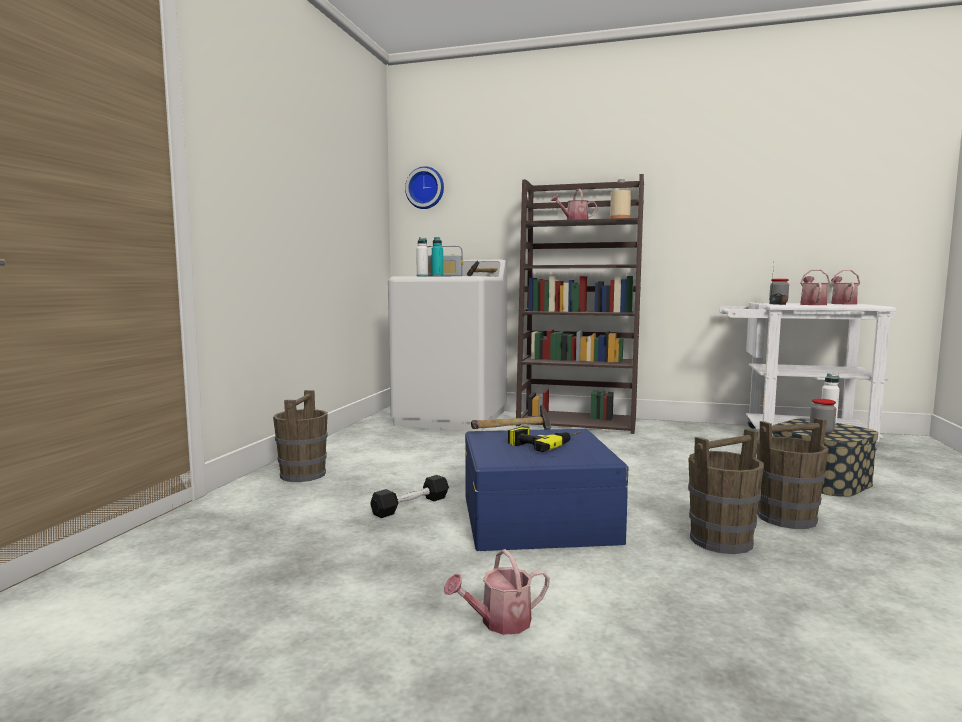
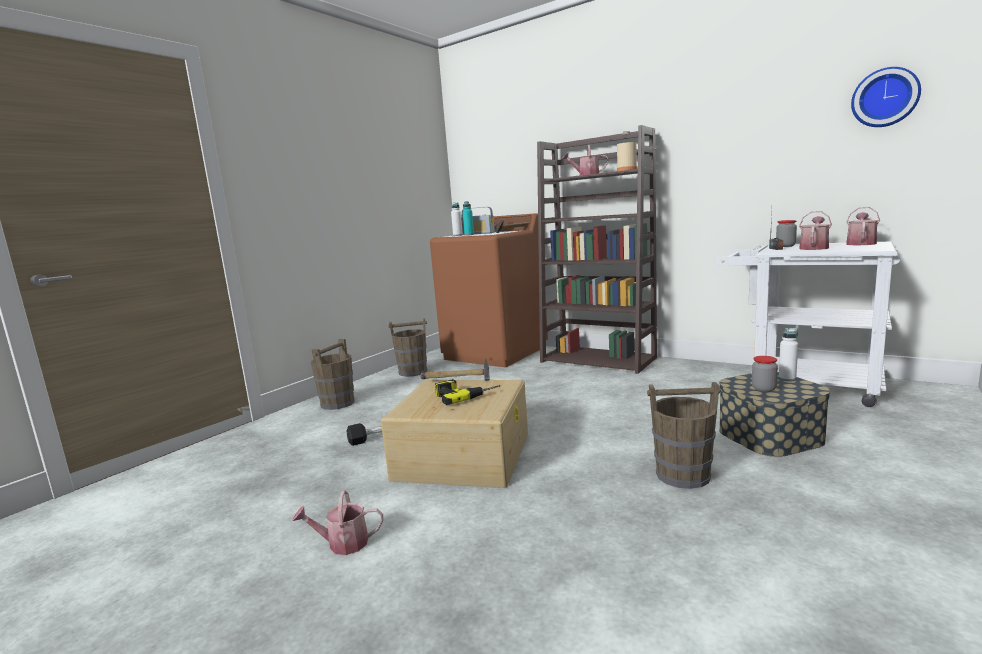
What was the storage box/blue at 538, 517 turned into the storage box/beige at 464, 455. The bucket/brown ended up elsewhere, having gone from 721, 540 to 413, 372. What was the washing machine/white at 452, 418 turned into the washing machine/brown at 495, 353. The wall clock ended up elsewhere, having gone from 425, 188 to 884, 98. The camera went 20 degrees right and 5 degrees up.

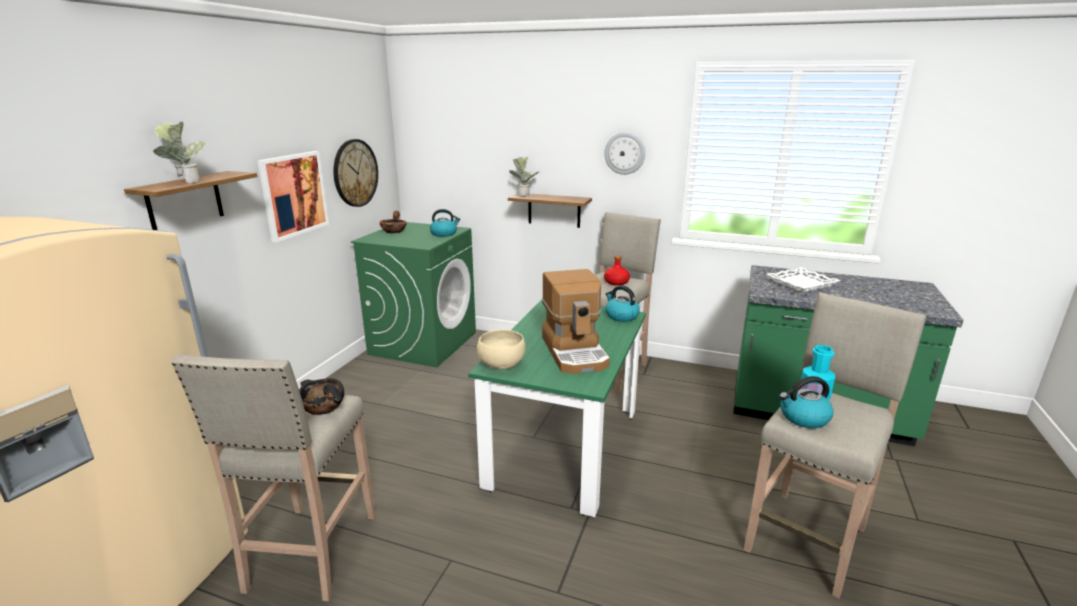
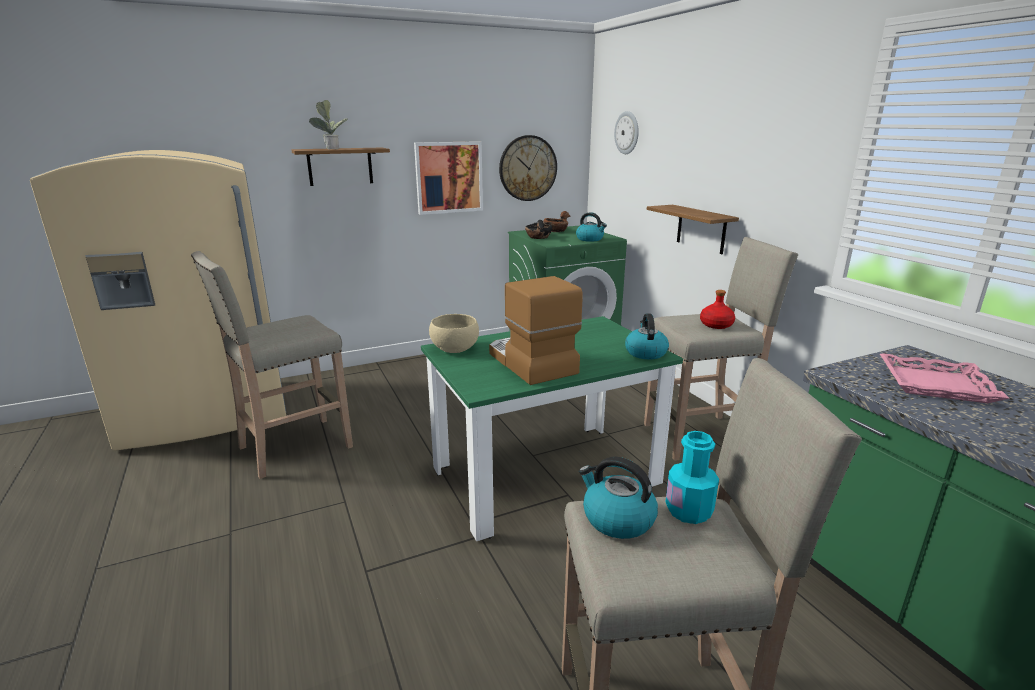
The coffee machine at 575, 352 ended up facing another way, 120 degrees clockwise from before. The bowl/black ended up elsewhere, having gone from 322, 407 to 538, 237. The wall clock ended up elsewhere, having gone from 624, 153 to 627, 133. What was the tray/white at 801, 284 turned into the tray/pink at 935, 385. The second view lost the potted plant at 524, 195. The camera went 45 degrees right and 0 degrees up.

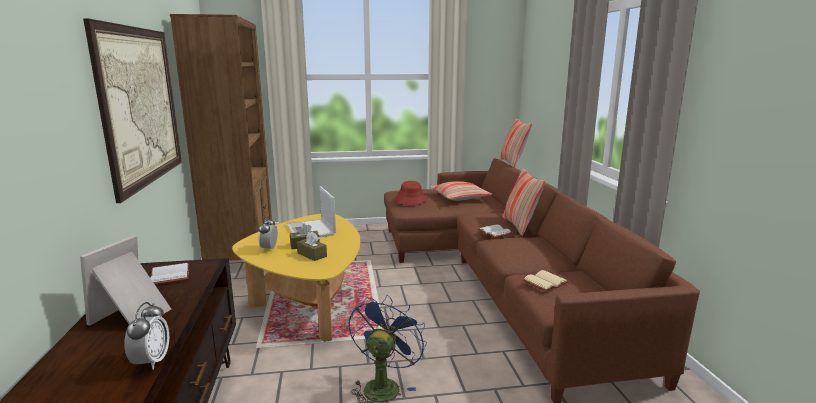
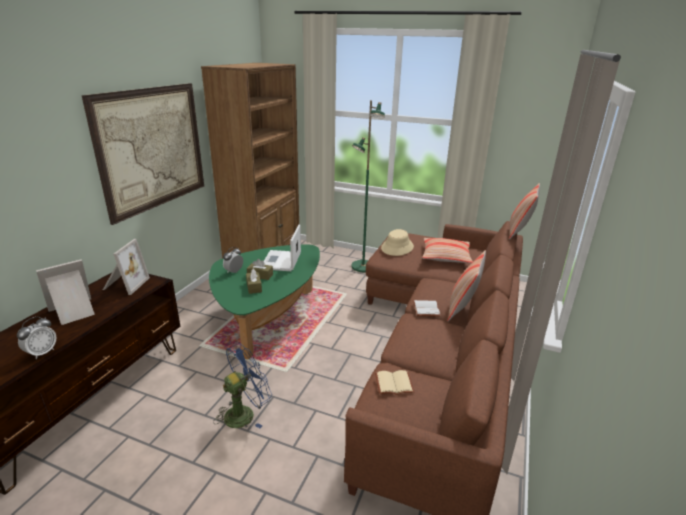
Where the book/white stood at 168, 275, the picture frame came to stand at 124, 284. What was the coffee table/yellow at 309, 299 turned into the coffee table/green at 268, 316. The second view gained the floor lamp/green at 362, 267. What was the hat/red at 411, 199 turned into the hat/beige at 397, 247. The camera went 30 degrees right and 10 degrees up.

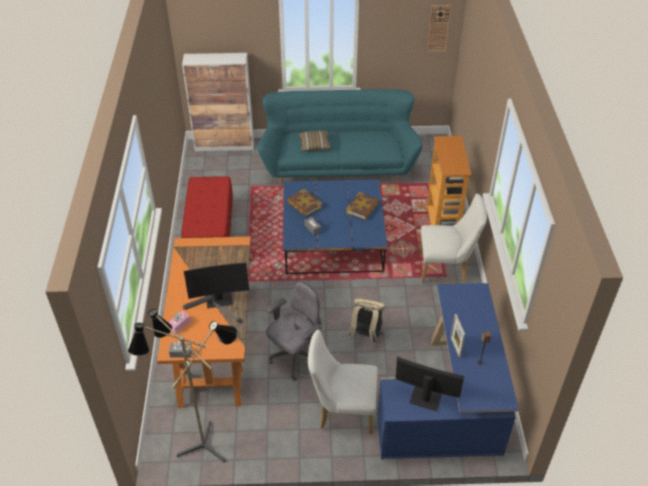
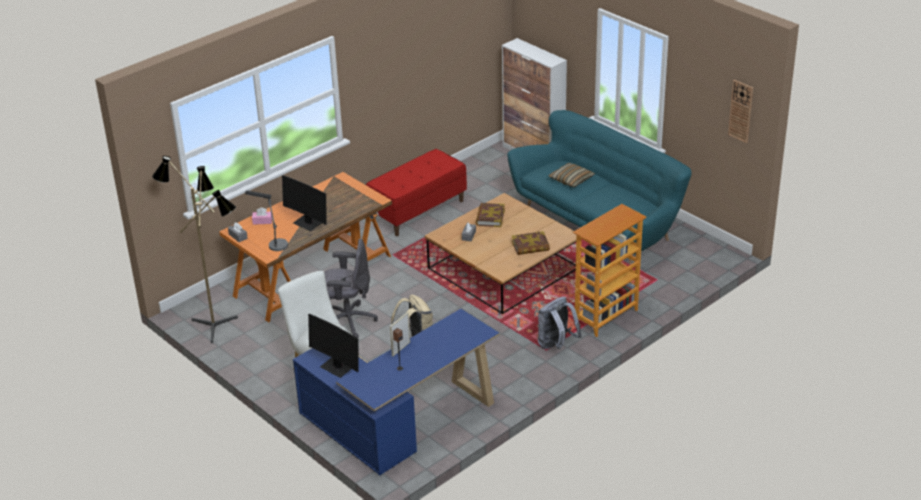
The monitor at 425, 399 ended up facing another way, 150 degrees clockwise from before. What was the coffee table/blue at 333, 238 turned into the coffee table/brown at 503, 268. Where the chair/white stood at 446, 268, the backpack/grey came to stand at 556, 345. The camera went 50 degrees right and 10 degrees down.

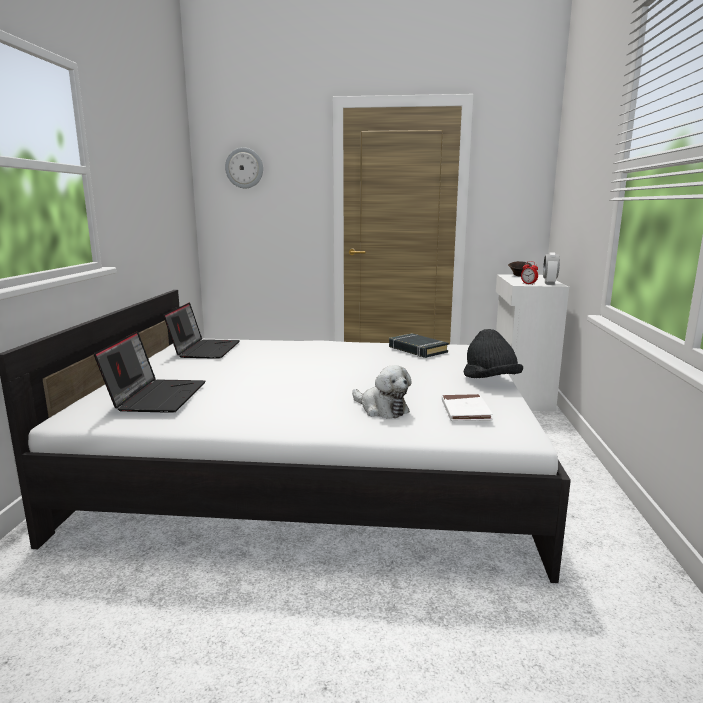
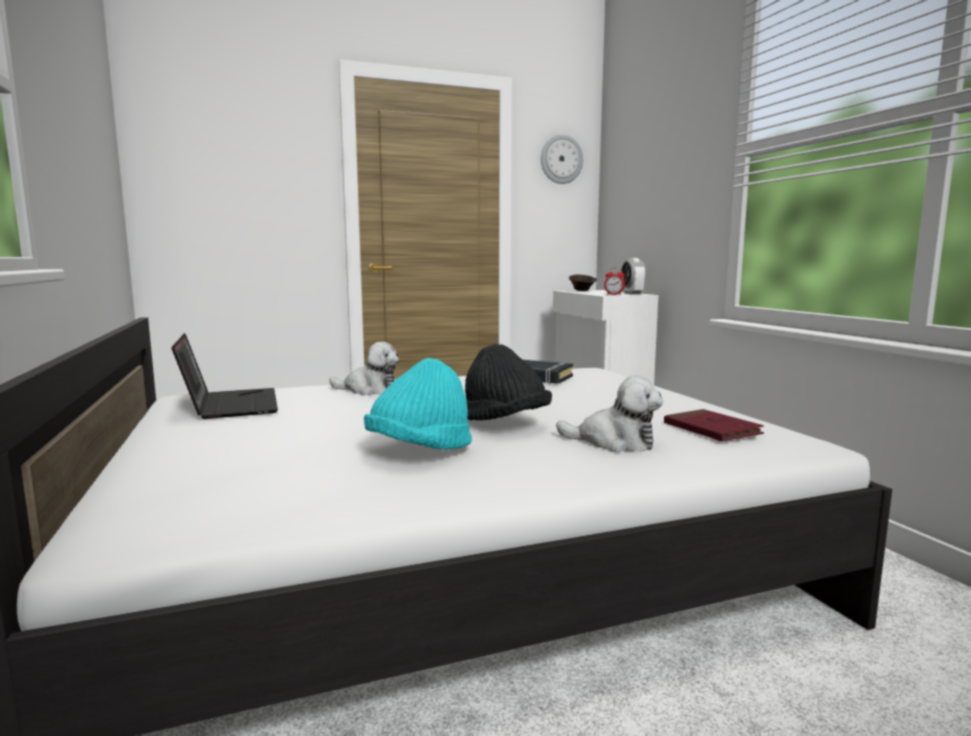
The second view gained the plush toy at 369, 390. The second view gained the hat/turquoise at 420, 450. The hat/black ended up elsewhere, having gone from 490, 381 to 504, 422. The wall clock ended up elsewhere, having gone from 244, 168 to 561, 159. What was the book/white at 465, 411 turned into the book/red at 711, 430. The second view lost the laptop at 156, 396. The camera went 25 degrees left and 5 degrees down.

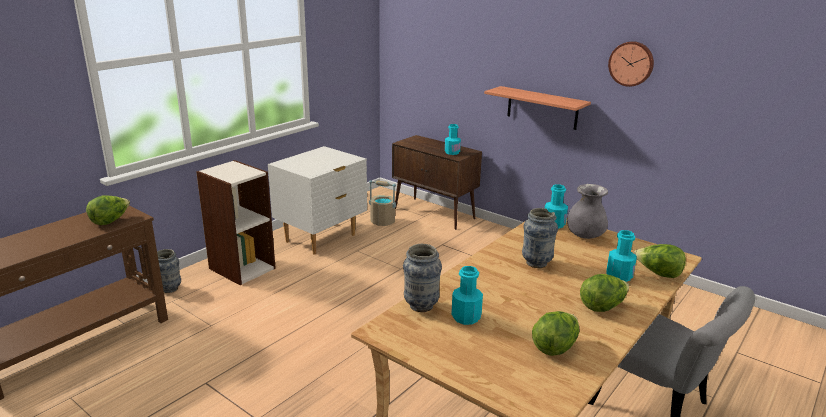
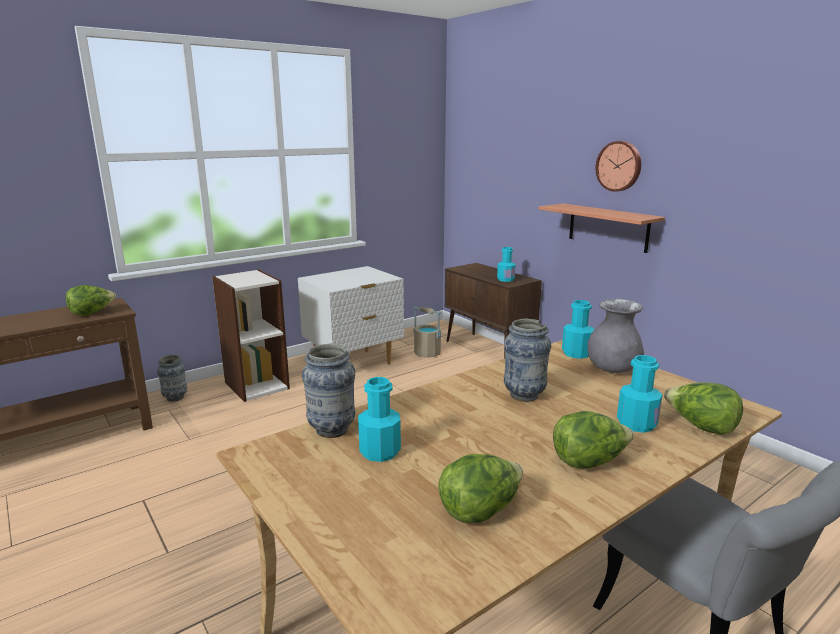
The wall clock ended up elsewhere, having gone from 631, 63 to 619, 166. The camera went 15 degrees right and 5 degrees down.

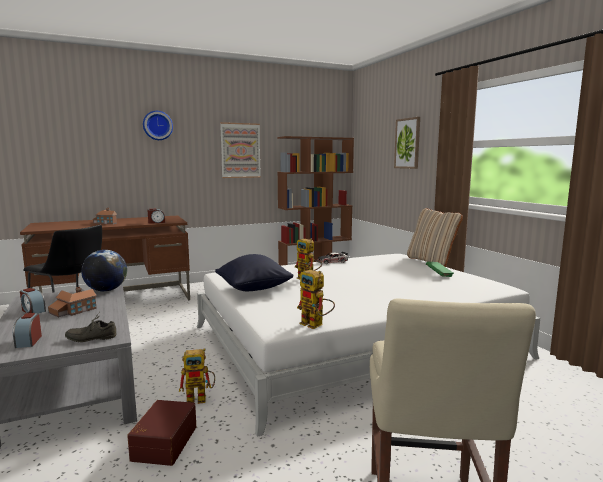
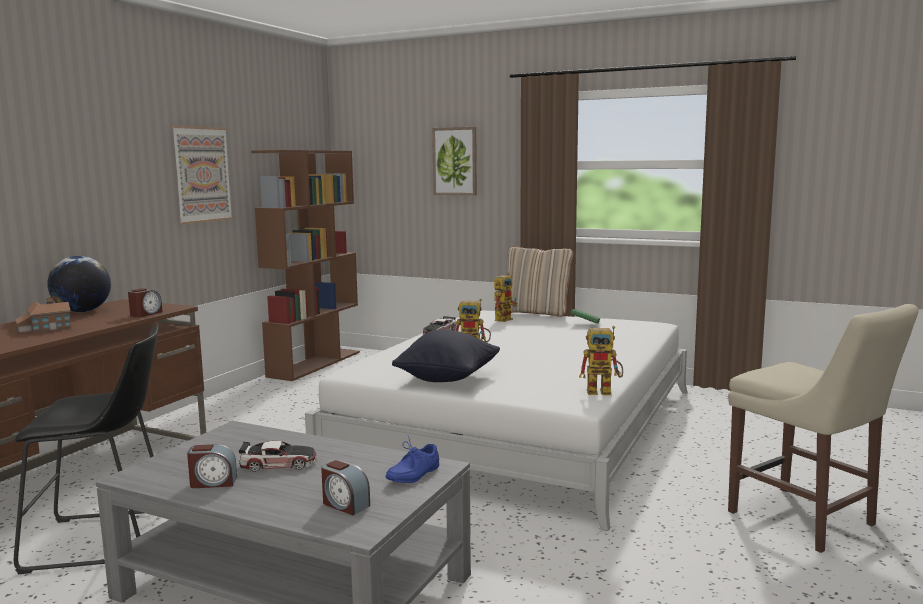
The globe ended up elsewhere, having gone from 106, 290 to 82, 311. Where the toy house stood at 73, 311, the toy car came to stand at 278, 464. What was the shoe/grey at 91, 337 turned into the shoe/blue at 411, 474. The toy robot ended up elsewhere, having gone from 201, 398 to 504, 319. The second view lost the storage box/brown at 163, 443. The second view lost the wall clock at 157, 125. The camera went 40 degrees left and 0 degrees up.

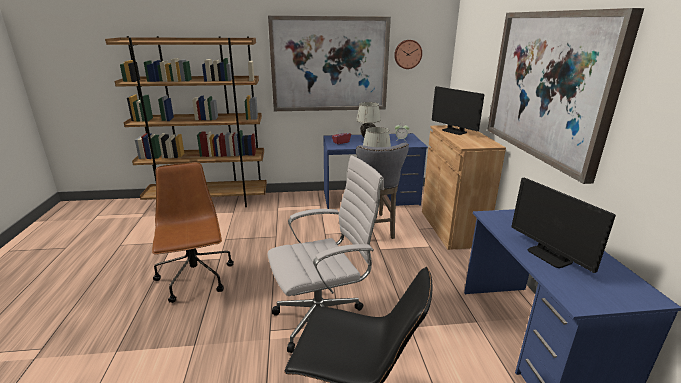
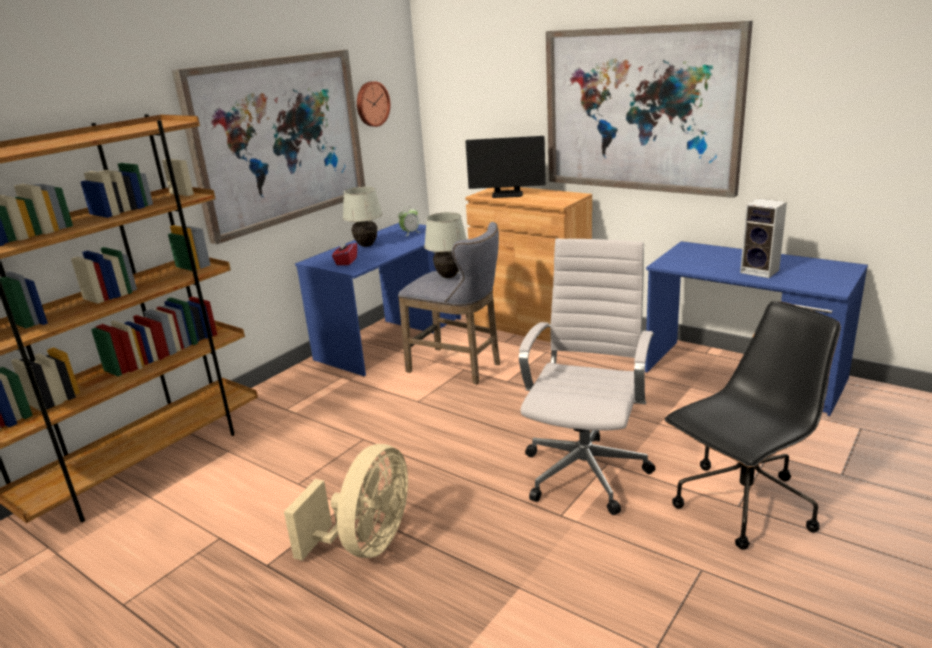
Where the office chair/brown stood at 196, 279, the fan/beige came to stand at 366, 543. Where the monitor stood at 549, 256, the speaker came to stand at 761, 271. The camera went 45 degrees left and 0 degrees up.

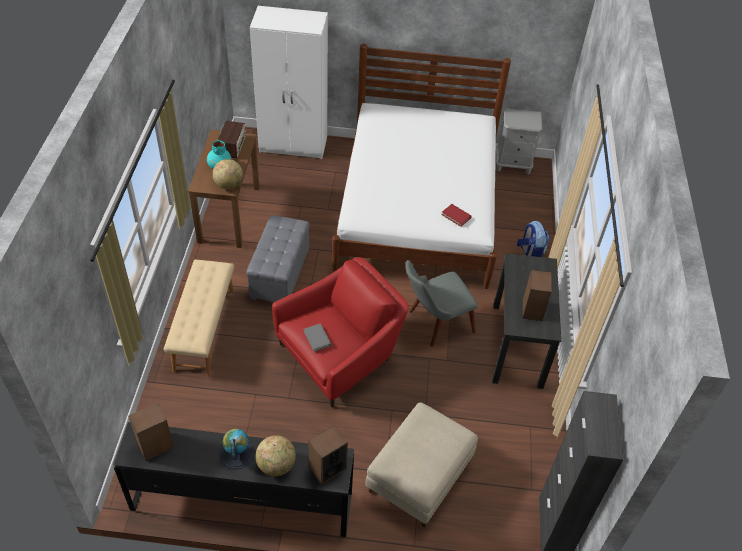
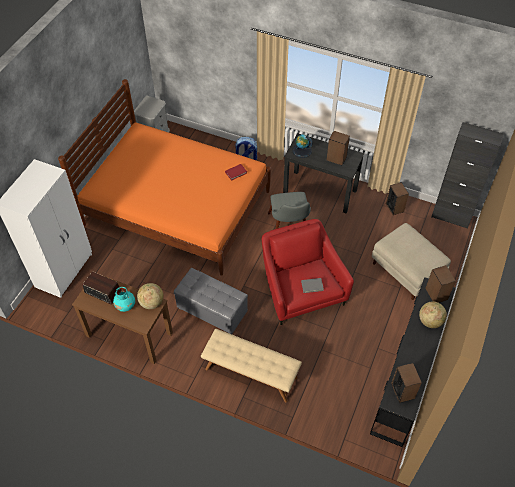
What was the bed/white at 417, 209 turned into the bed/orange at 177, 208. The globe ended up elsewhere, having gone from 237, 453 to 302, 150. The second view gained the speaker at 394, 207. The camera went 70 degrees left and 5 degrees up.

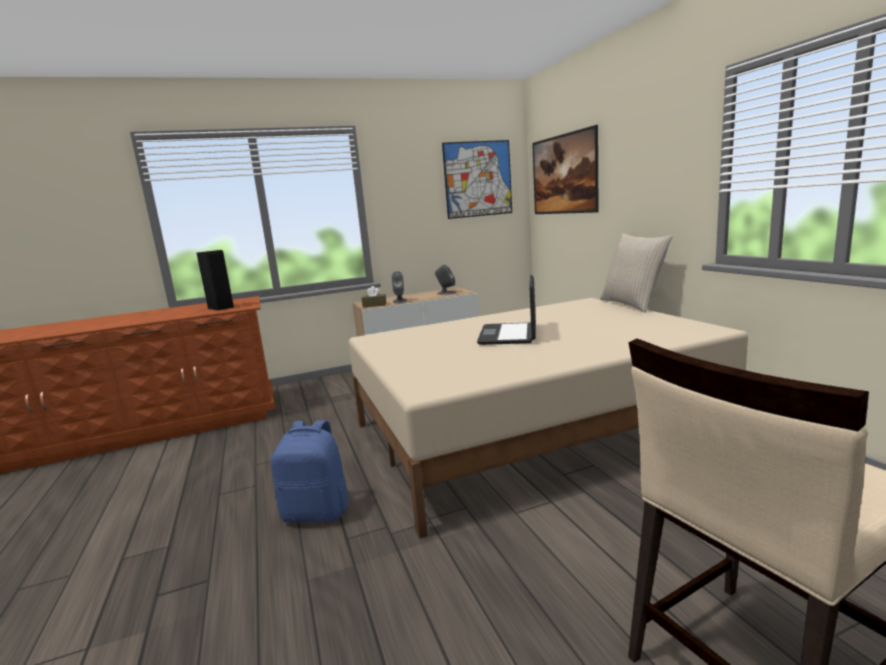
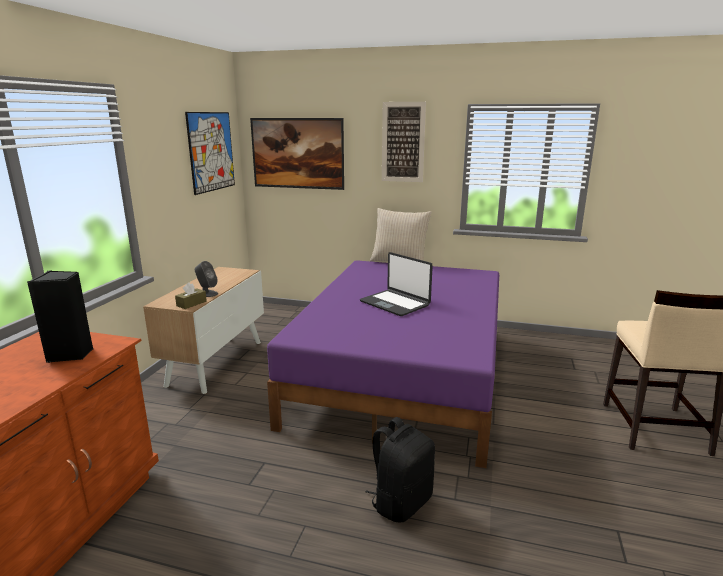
What was the bed/beige at 533, 430 turned into the bed/purple at 403, 373. What was the backpack/blue at 317, 512 turned into the backpack/black at 401, 502. The second view gained the picture at 403, 142. The second view lost the speaker/grey at 446, 293. The camera went 55 degrees left and 5 degrees up.

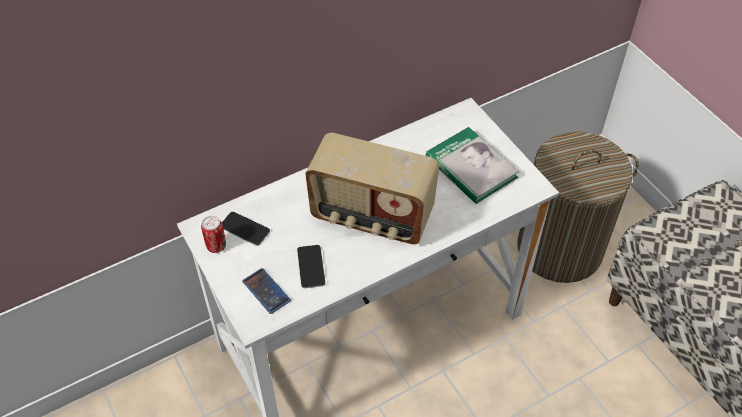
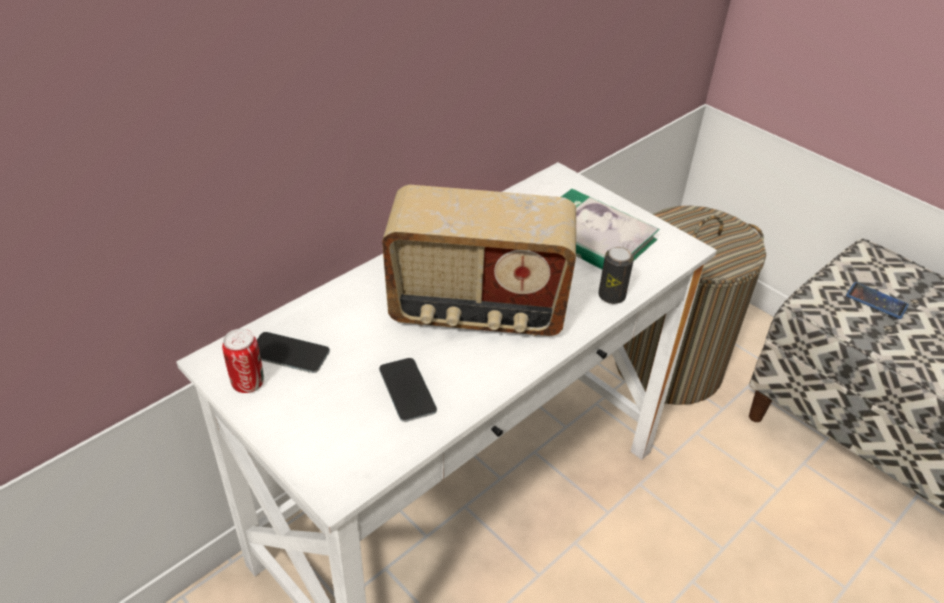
The second view gained the can at 611, 296. The phone ended up elsewhere, having gone from 266, 291 to 876, 301. The camera went 15 degrees left and 10 degrees down.

